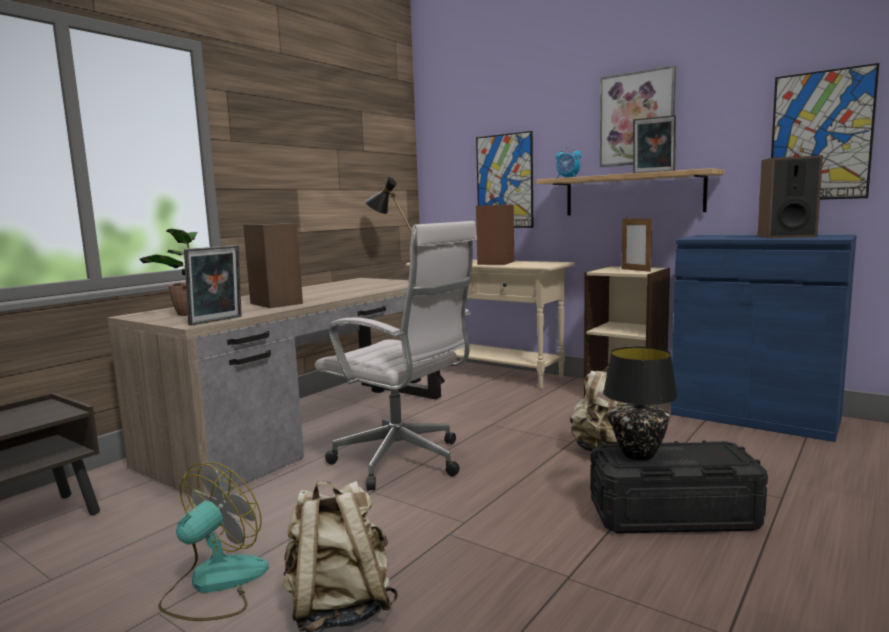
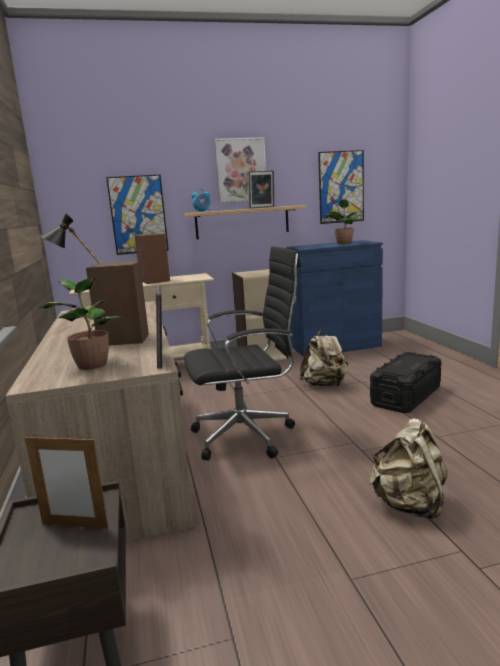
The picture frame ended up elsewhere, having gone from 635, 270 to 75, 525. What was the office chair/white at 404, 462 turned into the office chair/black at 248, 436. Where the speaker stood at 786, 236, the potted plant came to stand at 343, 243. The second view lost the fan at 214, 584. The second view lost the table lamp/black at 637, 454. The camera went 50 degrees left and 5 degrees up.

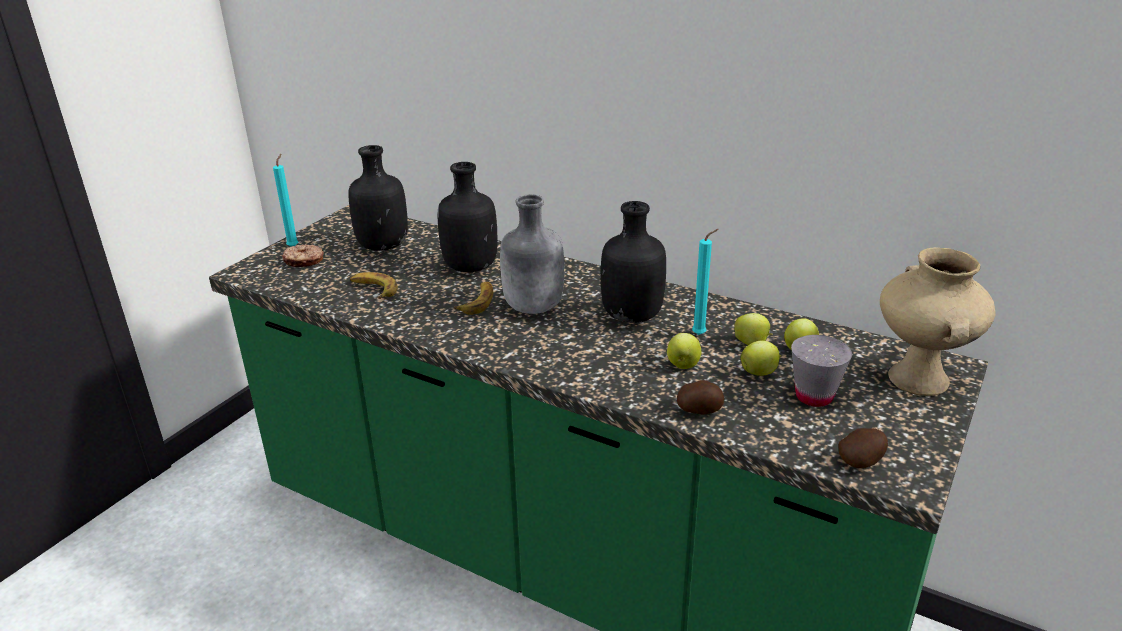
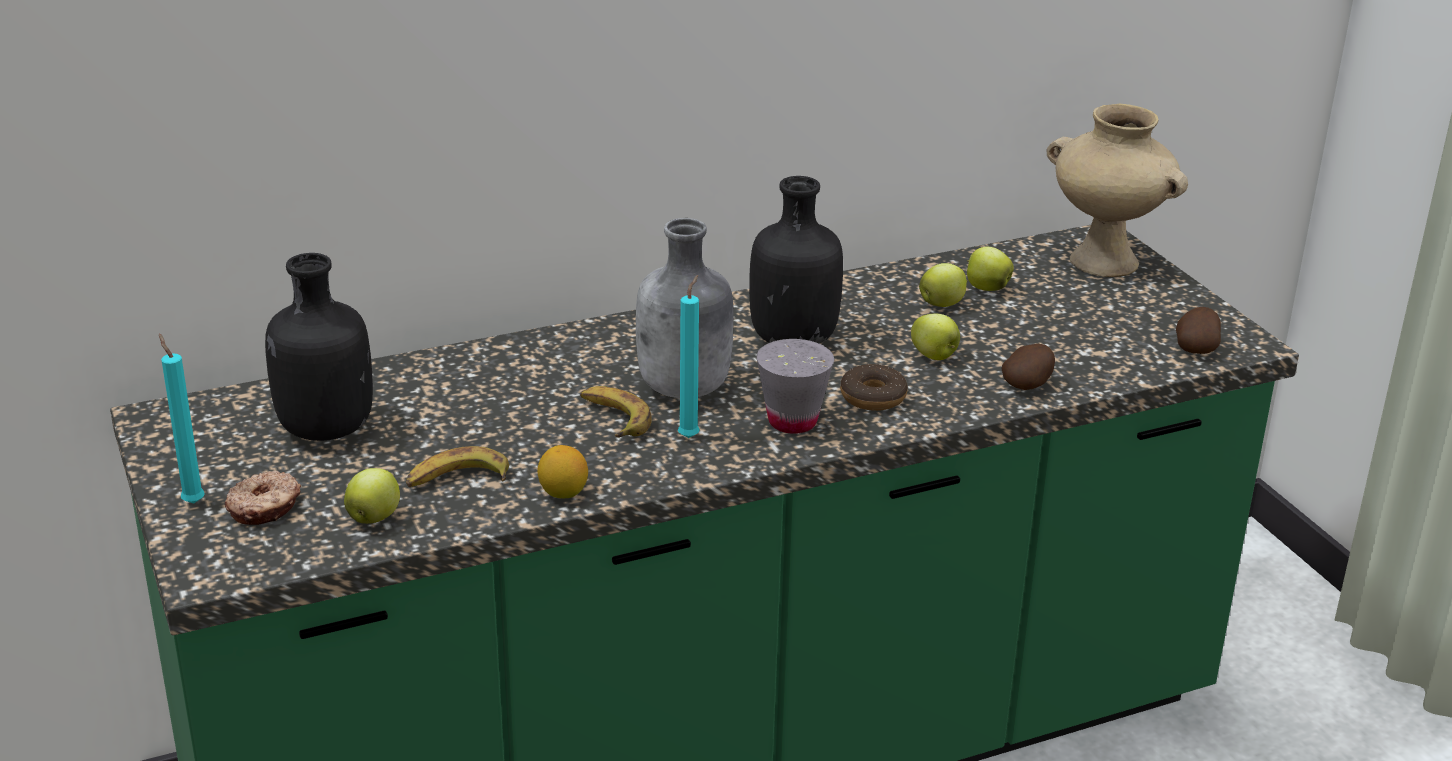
The apple ended up elsewhere, having gone from 759, 373 to 374, 518. The second view gained the lemon at 563, 493. The candle/turquoise ended up elsewhere, having gone from 701, 334 to 690, 436. The cup/grey ended up elsewhere, having gone from 814, 396 to 792, 421. The second view gained the donut at 873, 397. The second view lost the bottle/black at 469, 267. The camera went 55 degrees left and 0 degrees up.

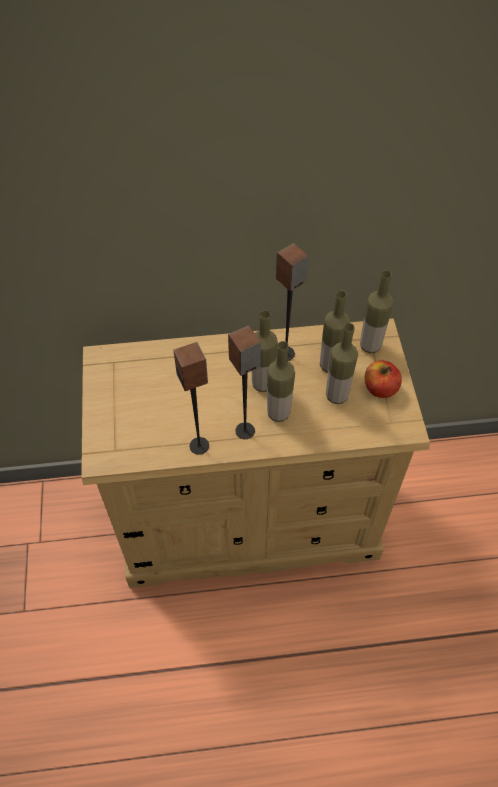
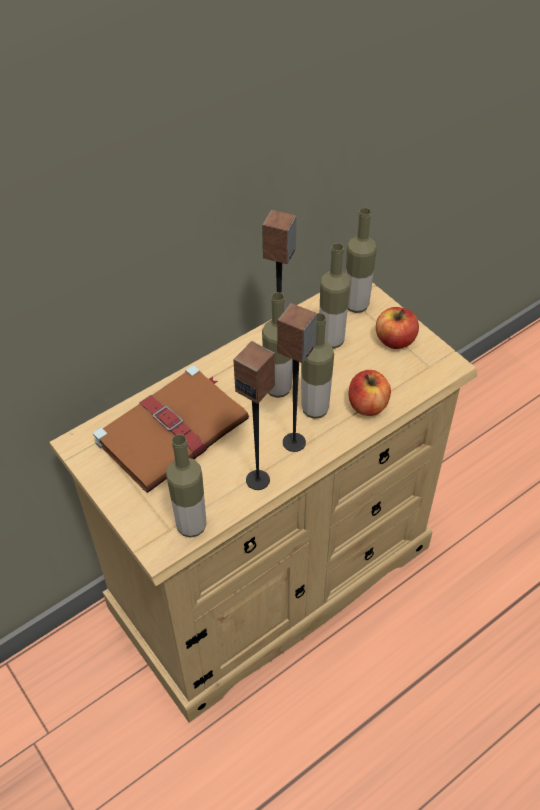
The second view gained the book/brown at 174, 430. The bottle ended up elsewhere, having gone from 336, 396 to 191, 526. The second view gained the apple at 368, 405. The camera went 30 degrees left and 5 degrees down.

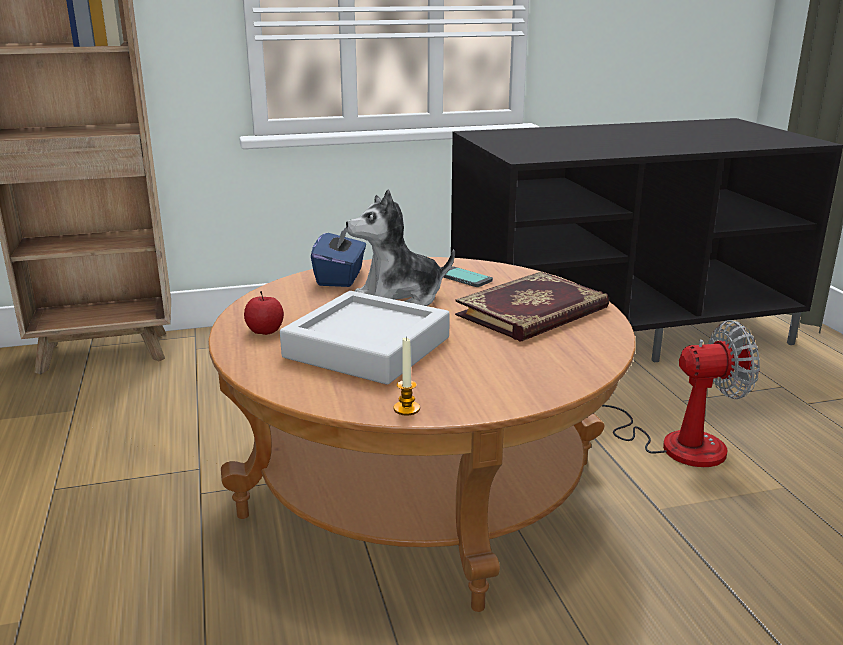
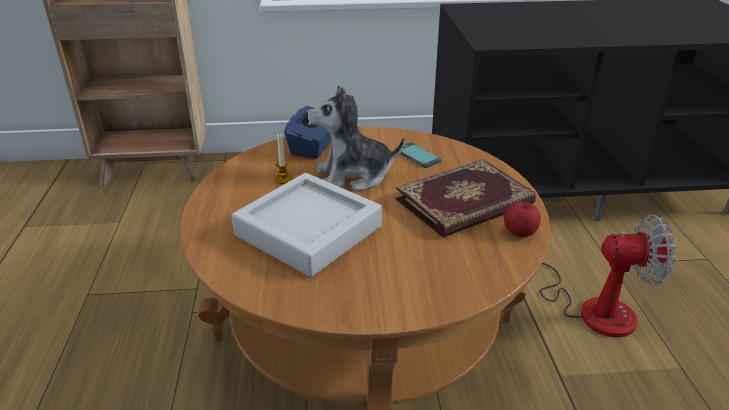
The candle ended up elsewhere, having gone from 406, 409 to 283, 179. The apple ended up elsewhere, having gone from 265, 331 to 519, 232. The camera went 10 degrees right and 10 degrees up.

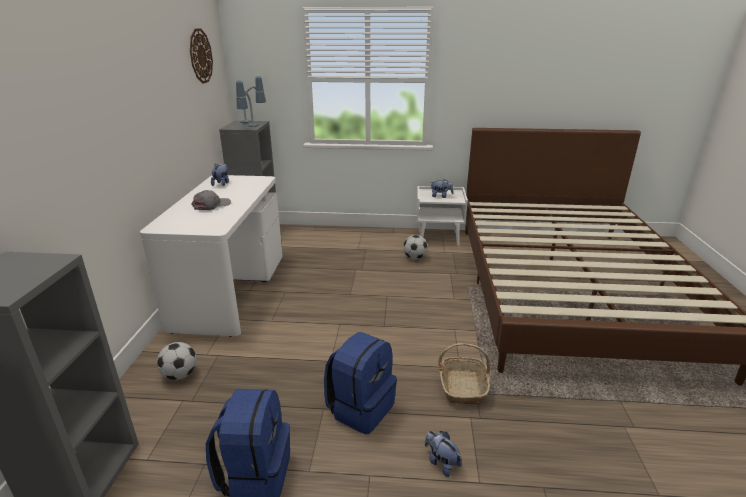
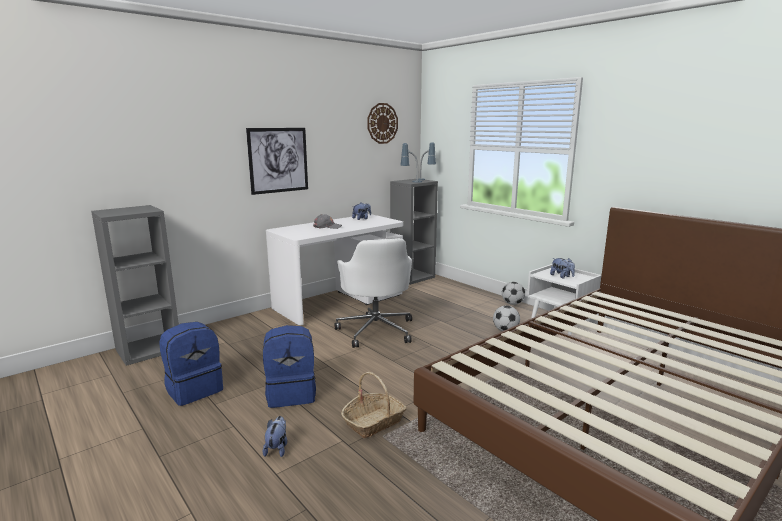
The second view gained the picture at 278, 160. The second view gained the office chair/white at 376, 330. The football ended up elsewhere, having gone from 180, 375 to 512, 304. The camera went 45 degrees right and 10 degrees down.

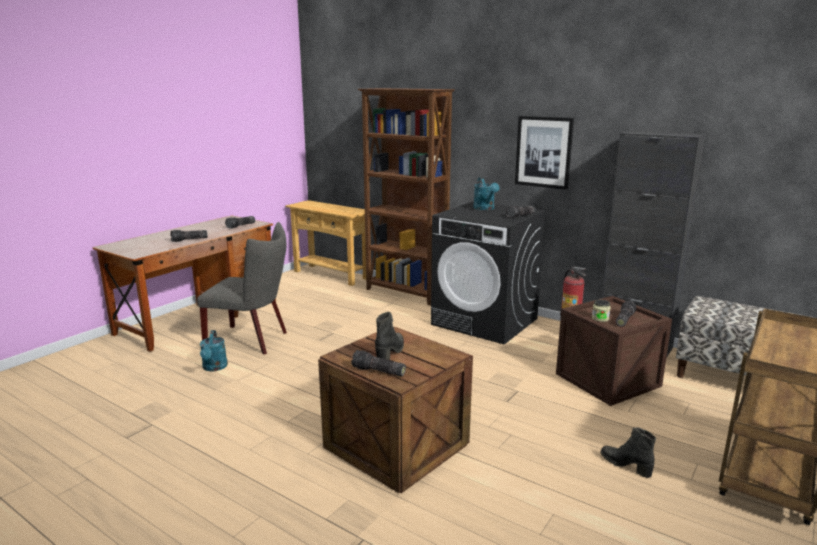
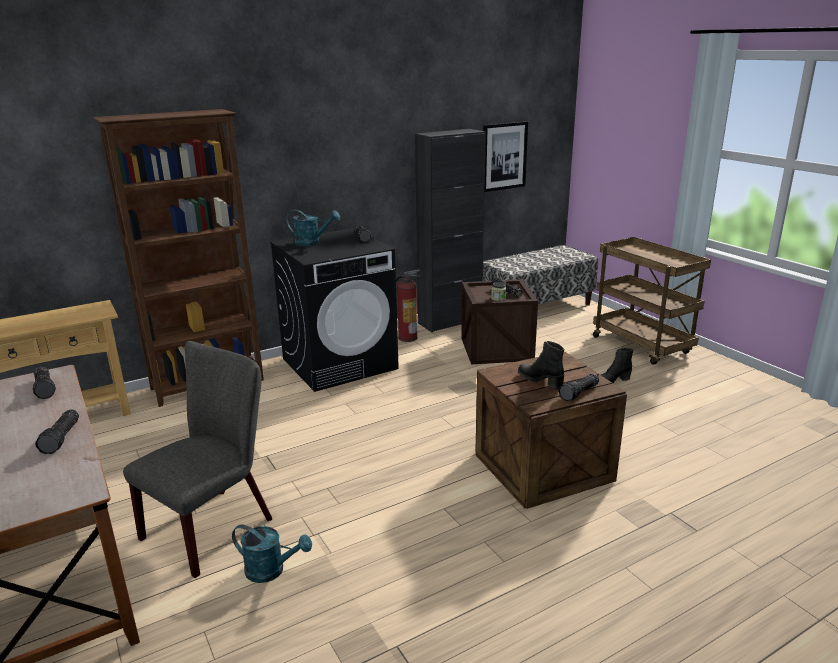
The picture ended up elsewhere, having gone from 543, 152 to 504, 156. The camera went 65 degrees left and 5 degrees up.

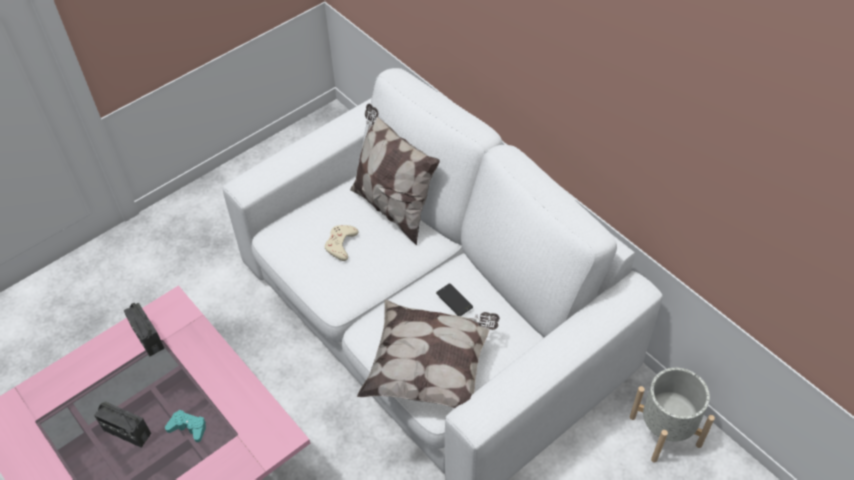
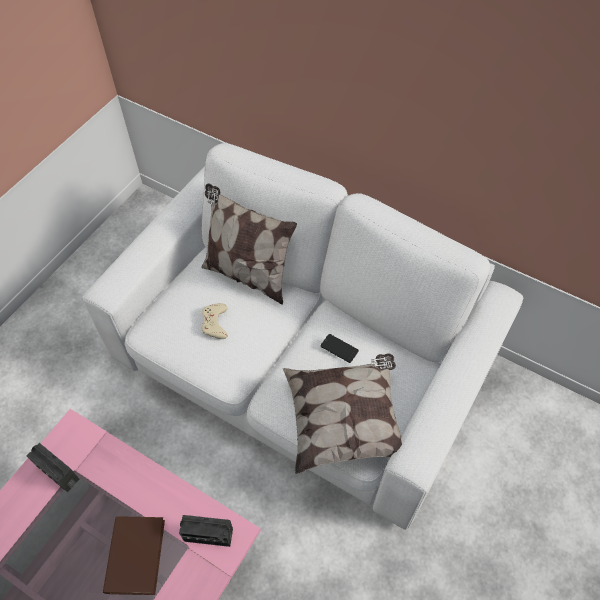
Where the game controller/turquoise stood at 188, 428, the book/brown came to stand at 135, 556. The radio ended up elsewhere, having gone from 127, 432 to 208, 535. The second view lost the planter/grey at 665, 430. The camera went 20 degrees left and 5 degrees up.

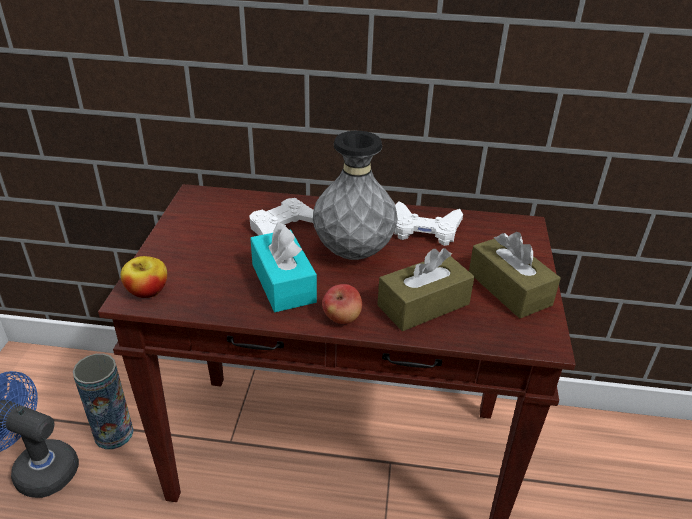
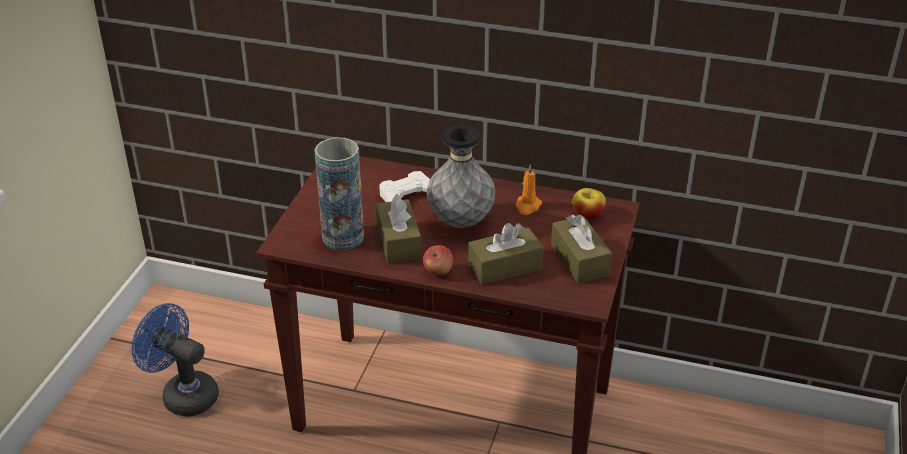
The vase ended up elsewhere, having gone from 114, 433 to 343, 237. What was the tissue box/turquoise at 283, 283 turned into the tissue box/brown at 398, 242. Where the game controller/white stood at 425, 229, the candle/orange came to stand at 527, 206. The apple ended up elsewhere, having gone from 147, 291 to 587, 215. The camera went 10 degrees right and 0 degrees up.

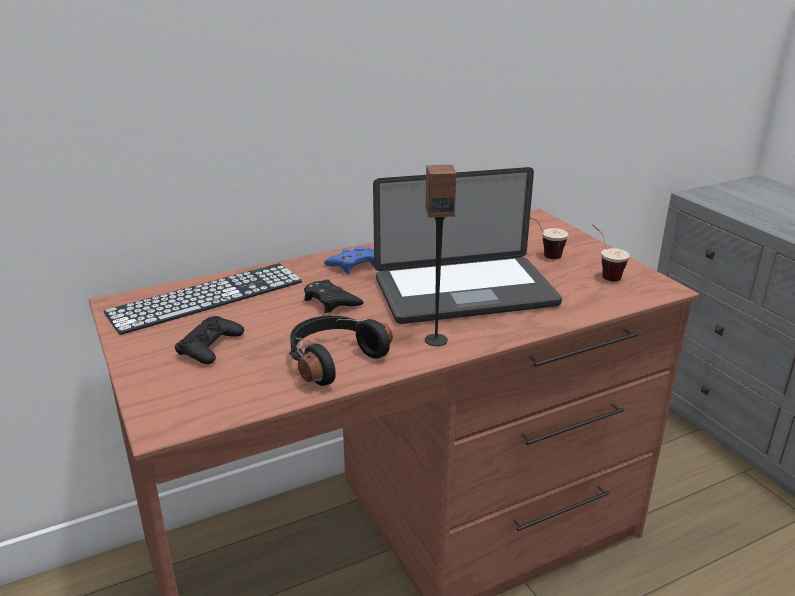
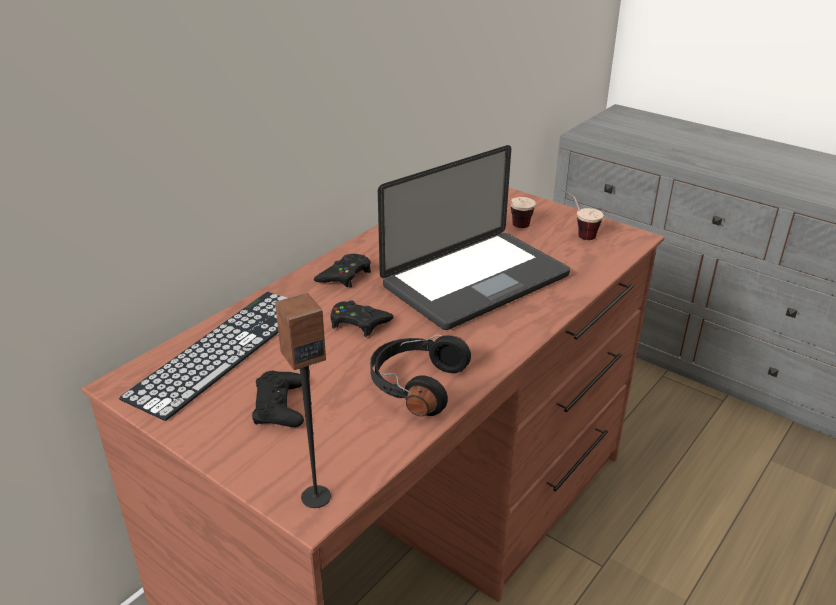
The speaker ended up elsewhere, having gone from 436, 340 to 315, 496. What was the game controller/blue at 354, 265 turned into the game controller/black at 345, 275. The camera went 25 degrees left and 5 degrees up.

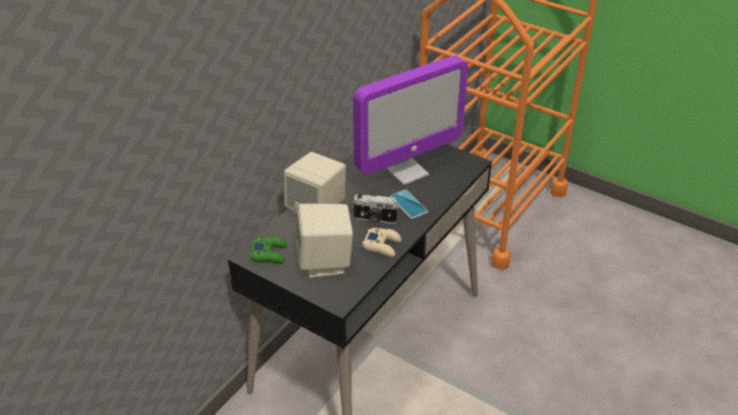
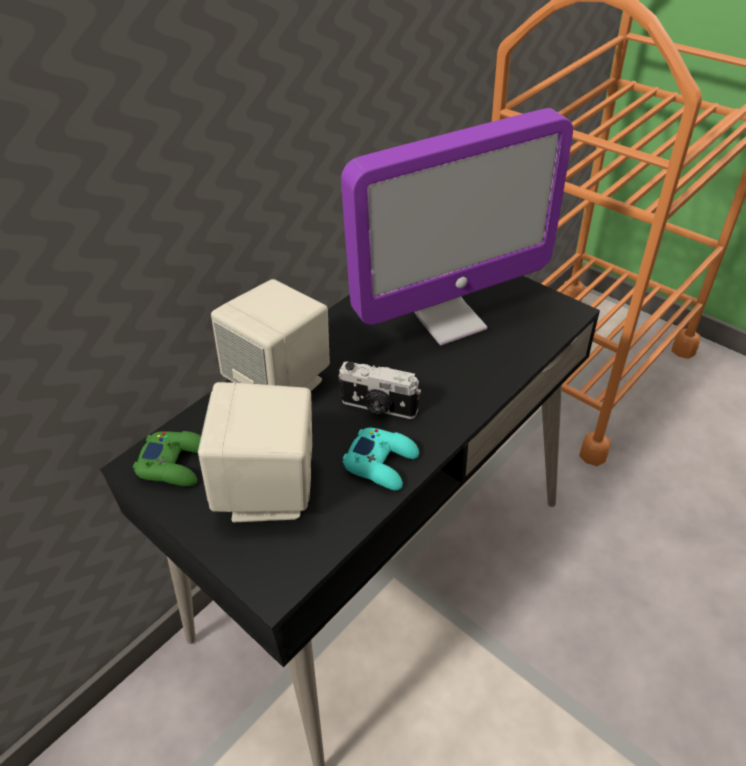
What was the game controller/beige at 382, 245 turned into the game controller/turquoise at 382, 463. The second view lost the phone at 408, 204. The camera went 10 degrees right and 5 degrees up.

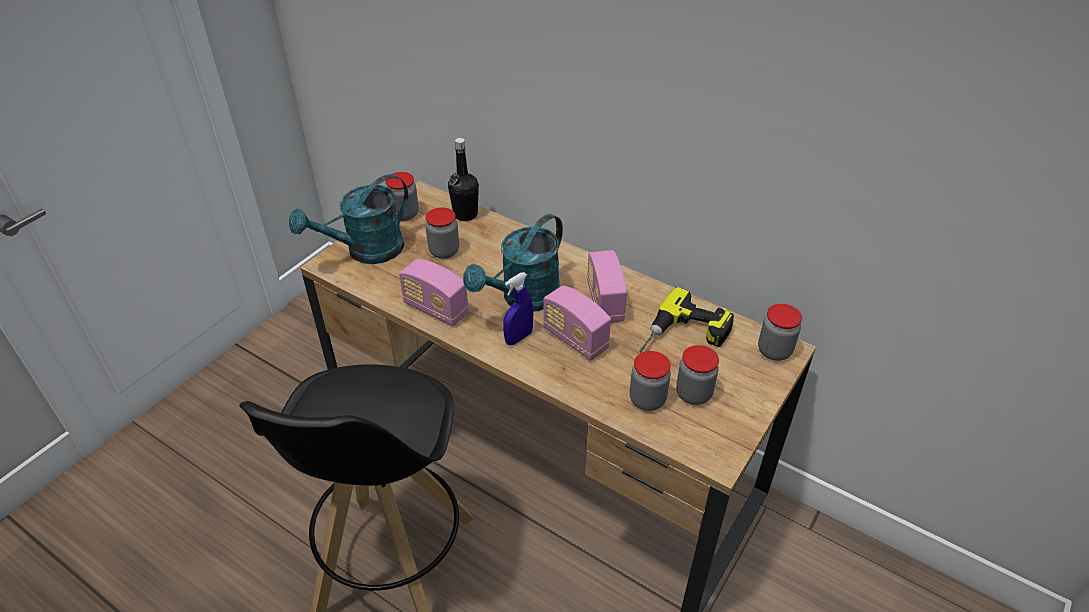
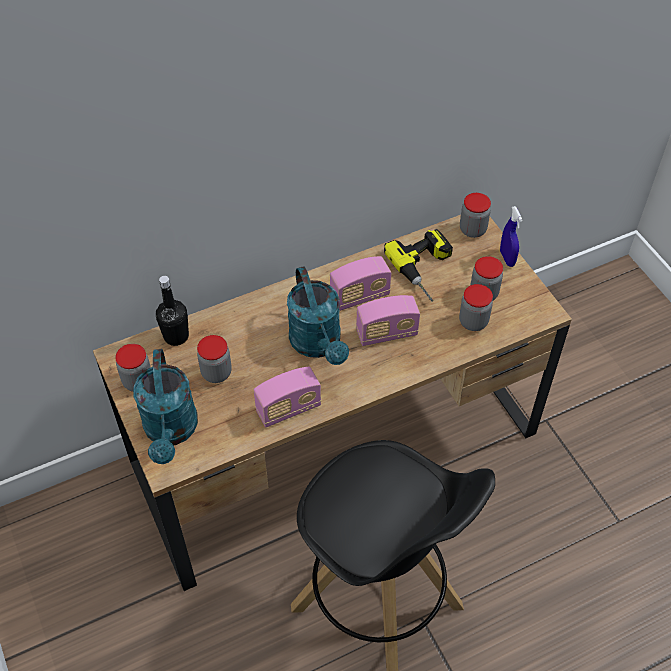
The radio at 604, 303 ended up facing another way, 45 degrees counterclockwise from before. The spray bottle/blue ended up elsewhere, having gone from 518, 338 to 507, 258. The camera went 60 degrees left and 10 degrees up.

